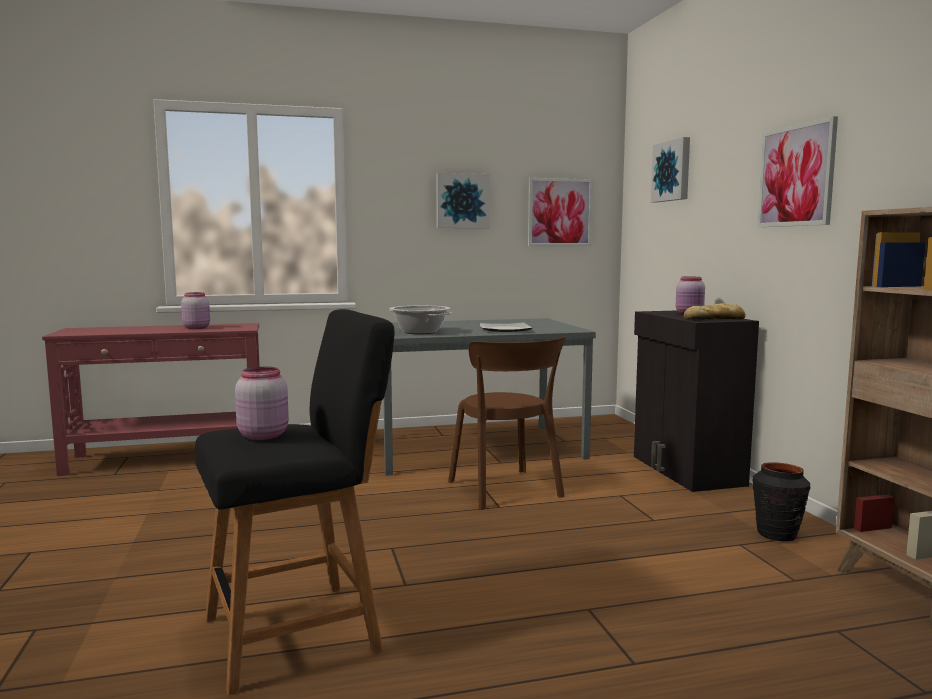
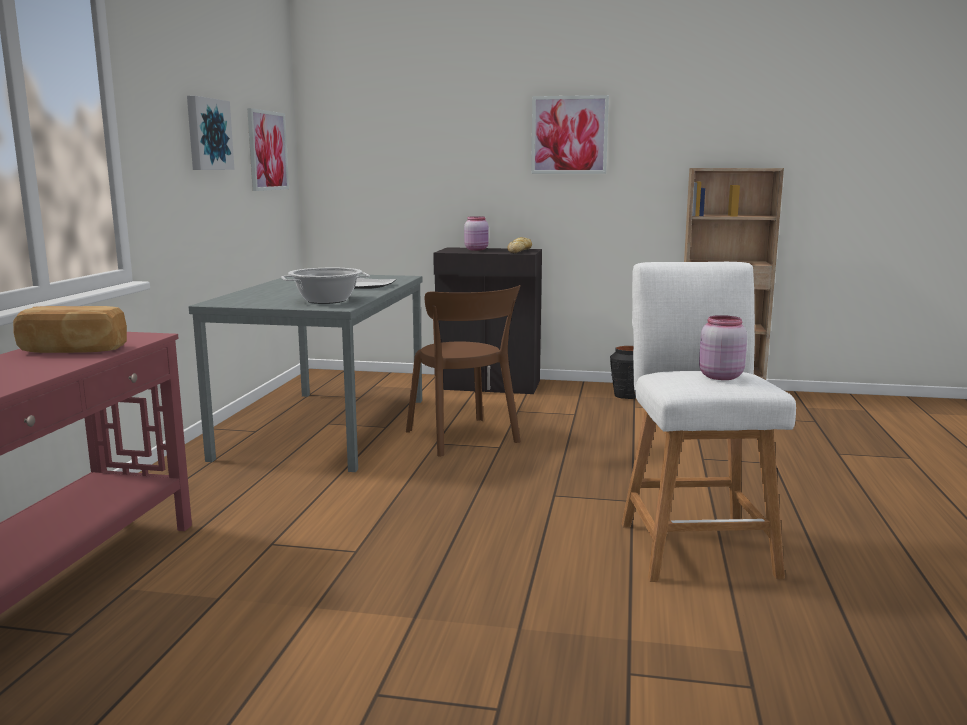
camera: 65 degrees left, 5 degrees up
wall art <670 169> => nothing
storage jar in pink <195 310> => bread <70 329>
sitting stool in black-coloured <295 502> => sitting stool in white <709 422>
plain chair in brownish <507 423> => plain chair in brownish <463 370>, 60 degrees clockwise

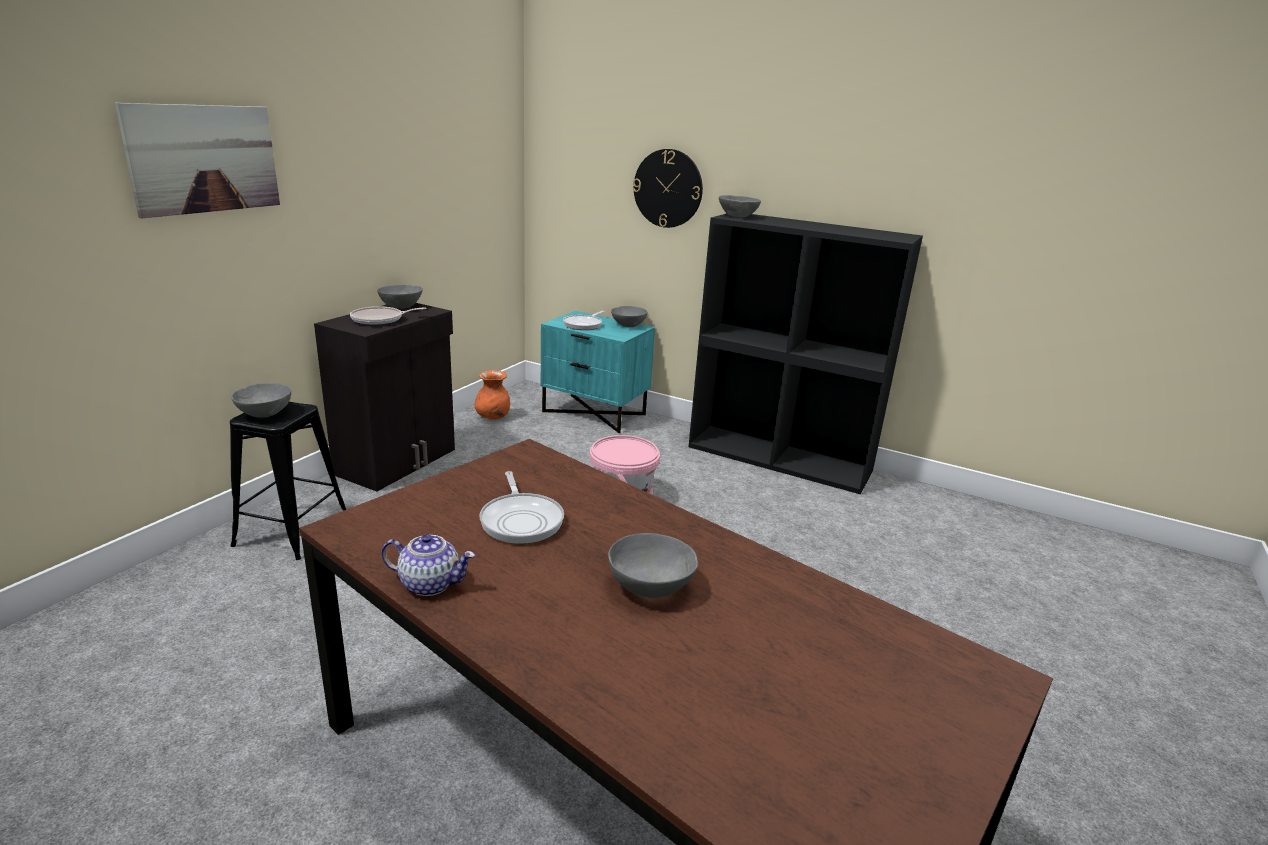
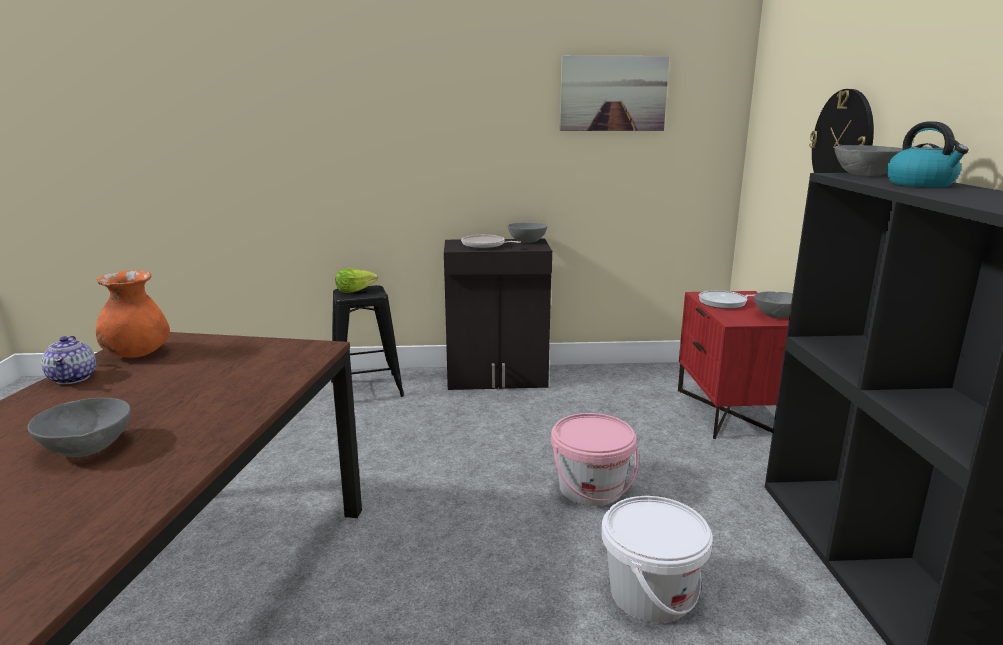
camera: 60 degrees right, 5 degrees down
wall art <197 160> => wall art <614 93>, relocated
night table in blue-green <598 372> => night table in red-coloured <733 365>
decorative vase in orangey <492 394> => decorative vase in orangey <133 313>, relocated
deep dish in grey <261 400> => lettuce head <356 280>
pan <522 507> => nothing
nothing => tea kettle <928 154>
nothing => bucket in white <657 559>

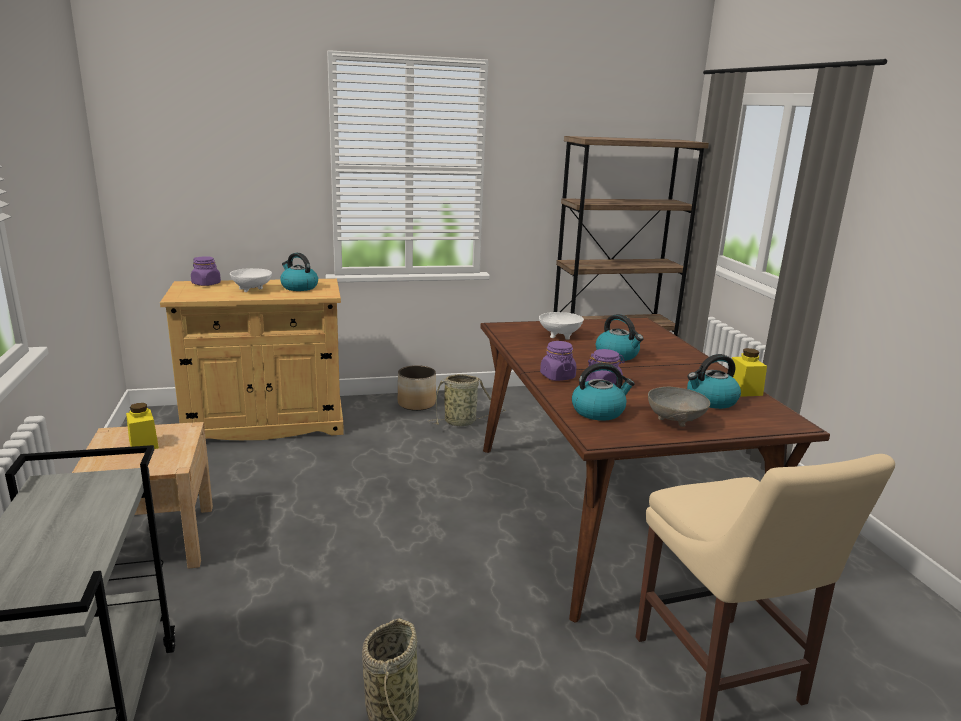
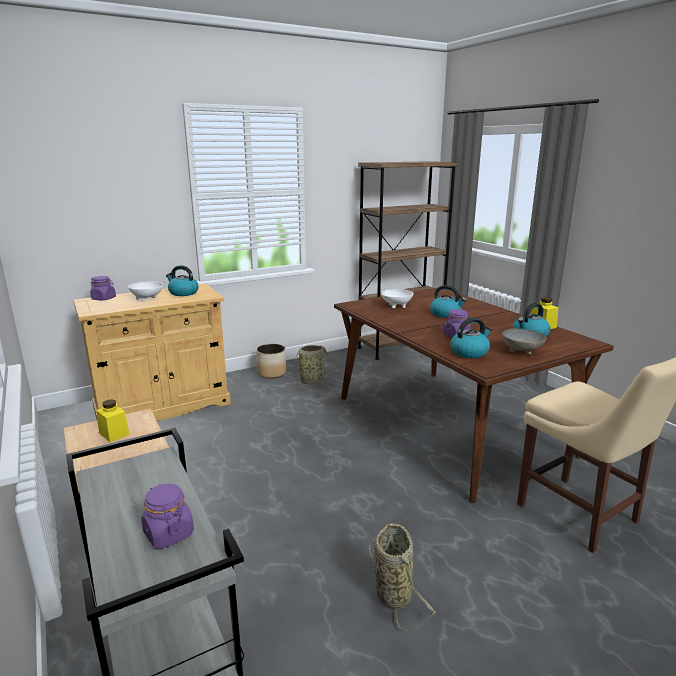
camera: 15 degrees left, 0 degrees up
storage jar in purple-coloured <558 361> => storage jar in purple-coloured <167 516>, relocated

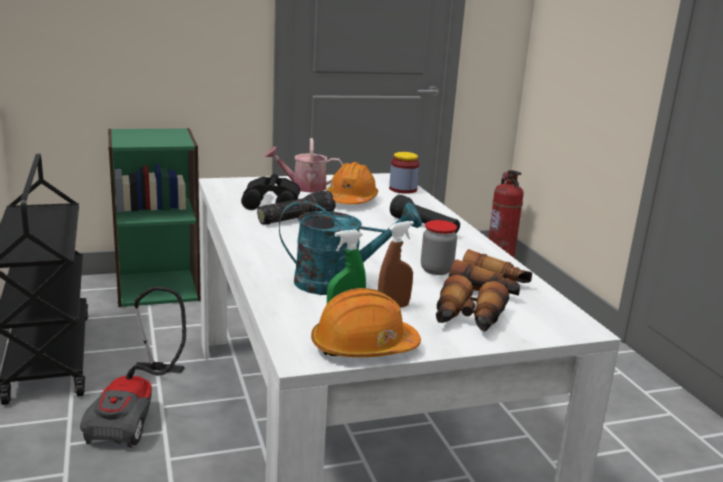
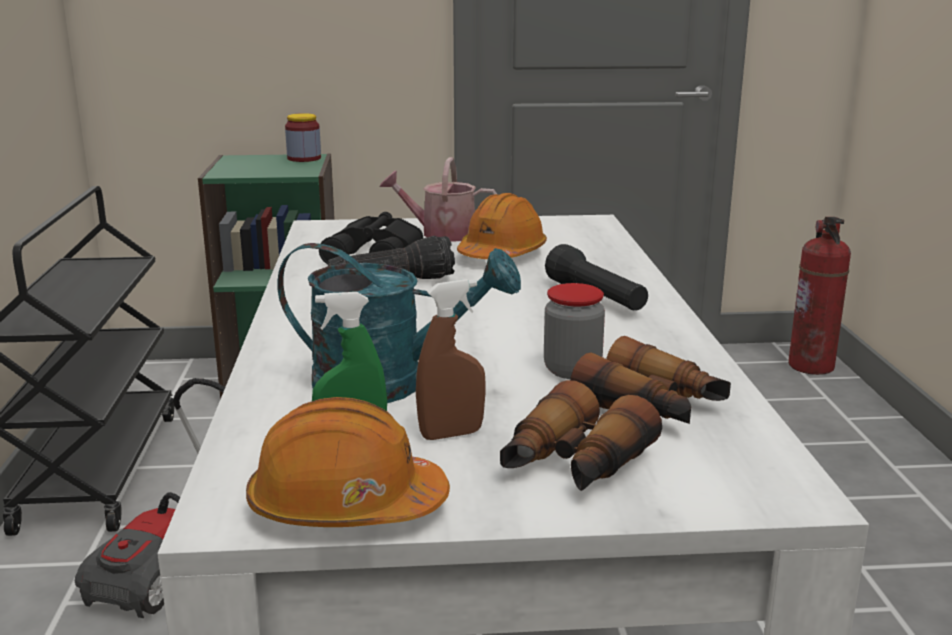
camera: 15 degrees right, 0 degrees up
storage jar <404 173> => storage jar <303 137>, relocated

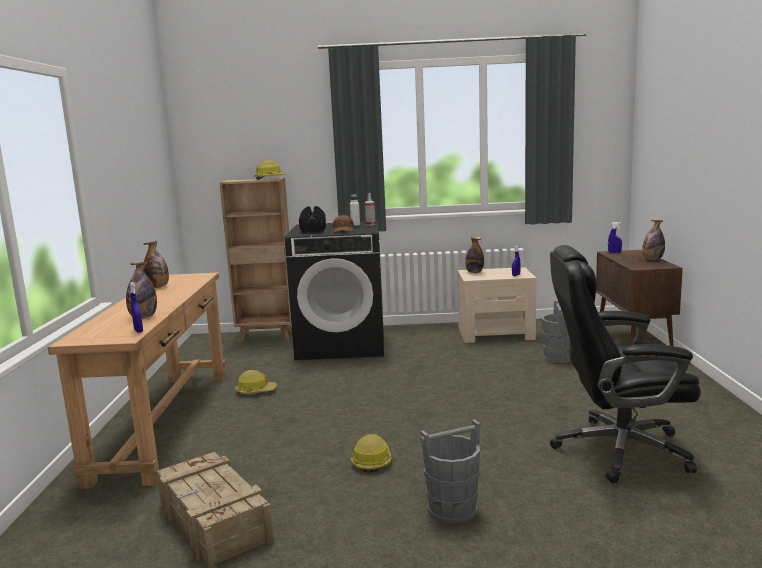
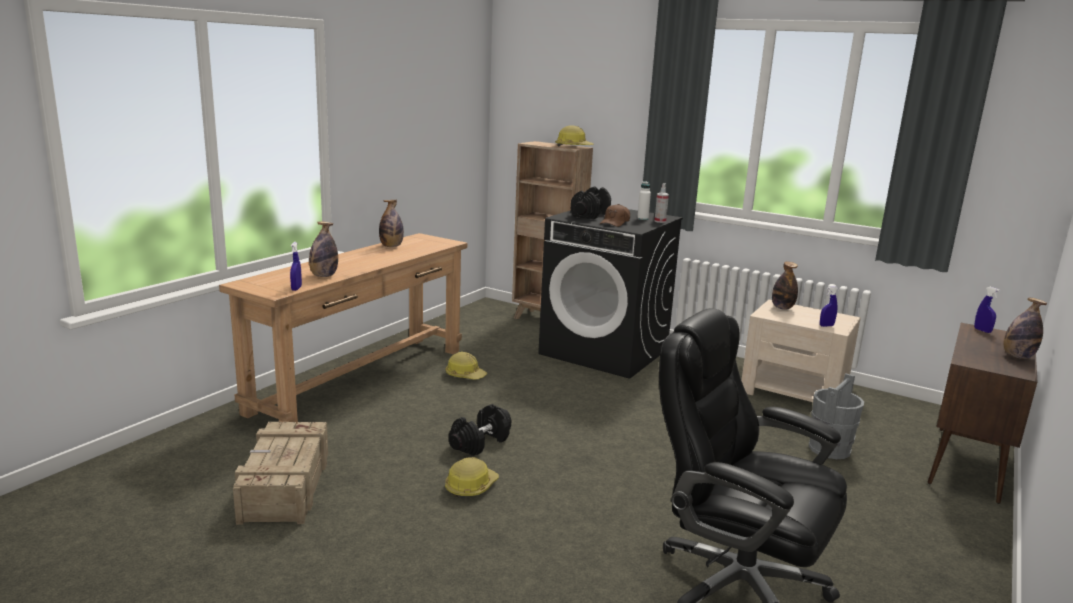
camera: 30 degrees right, 5 degrees up
bucket in grey <450 471> => nothing
nothing => dumbbell in black-coloured <480 430>

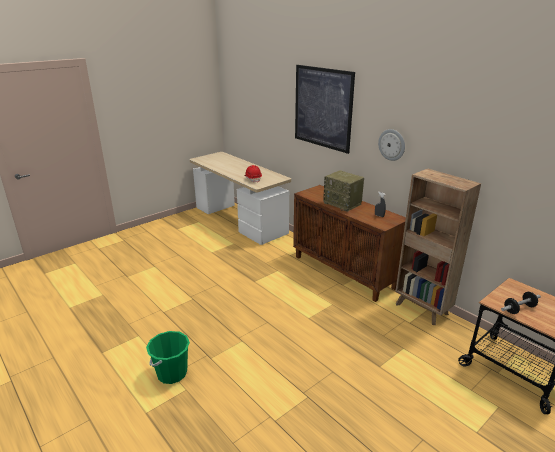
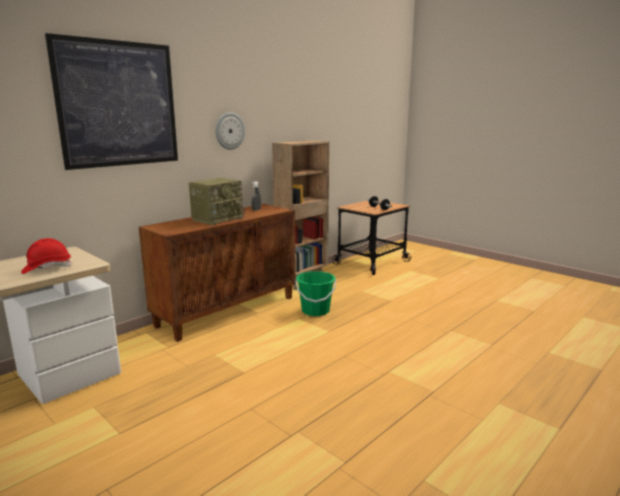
camera: 95 degrees left, 10 degrees down
bucket in green-coloured <168 357> => bucket in green-coloured <316 293>, relocated

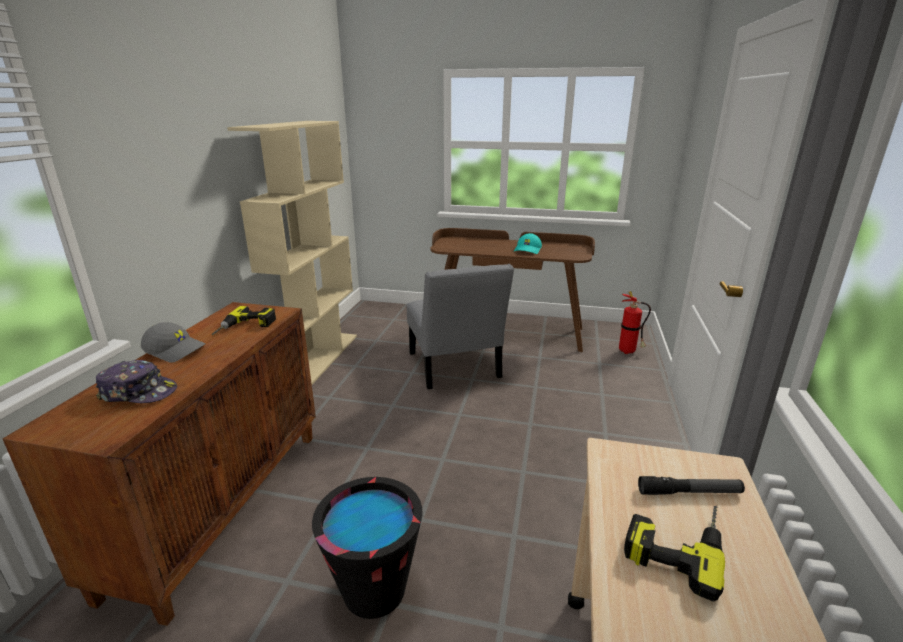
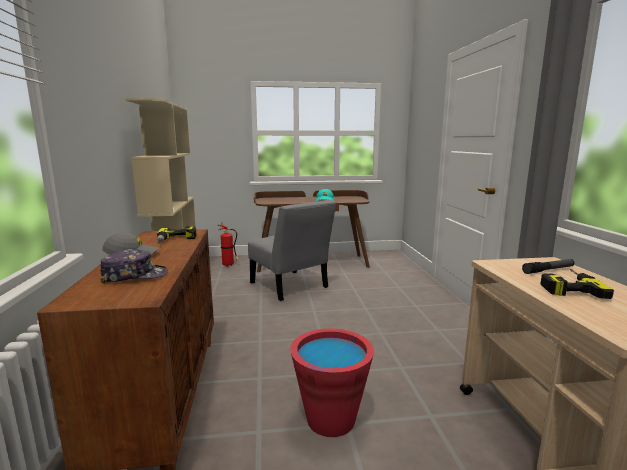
camera: 20 degrees left, 10 degrees down
fire-fighting cylinder <635 322> => fire-fighting cylinder <228 244>, relocated
bucket in black-coloured <367 548> => bucket in red-coloured <332 382>

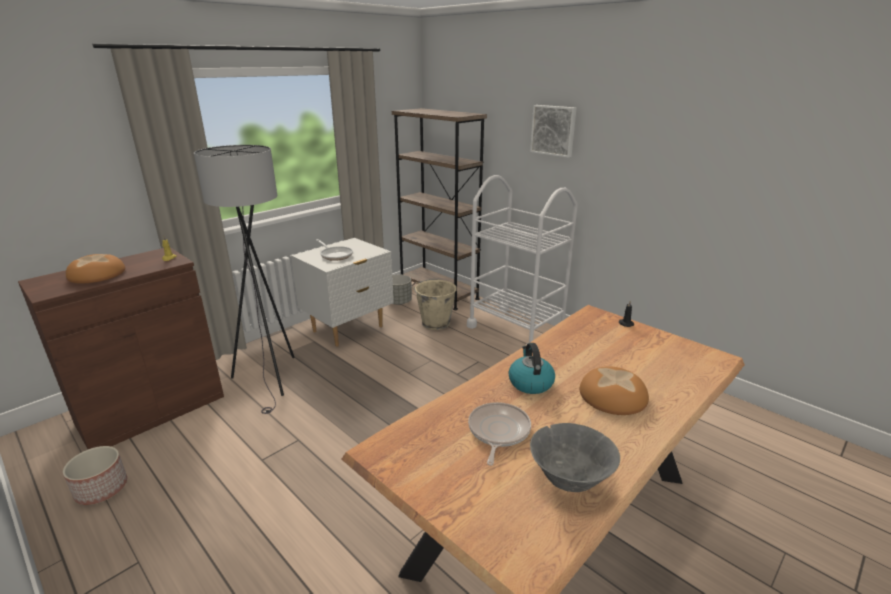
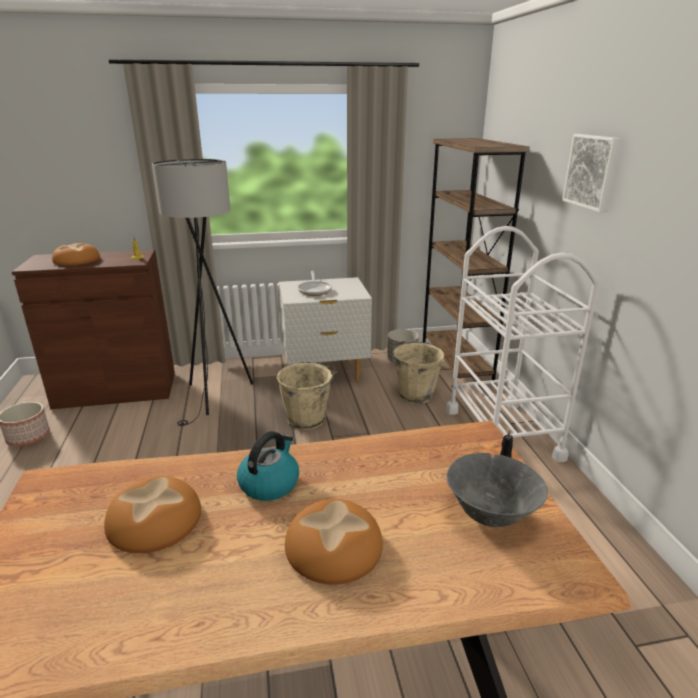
camera: 35 degrees right, 0 degrees up
pan <499 433> => bread <152 514>
deep dish in grey <575 457> => deep dish in grey <497 490>, relocated
nothing => bucket in sand-coloured <306 396>

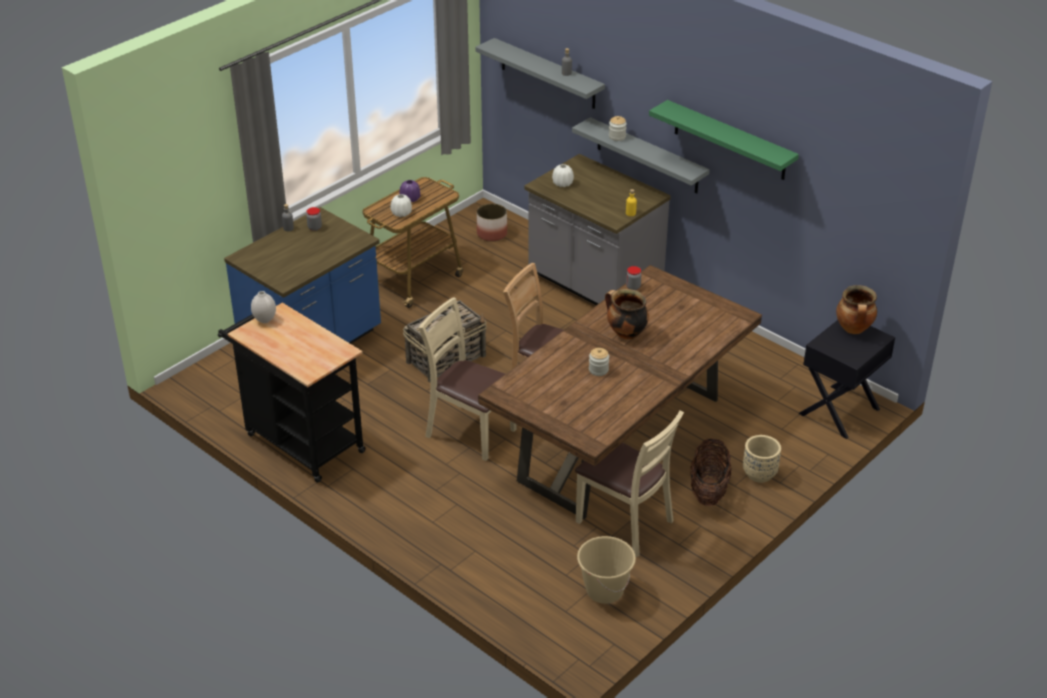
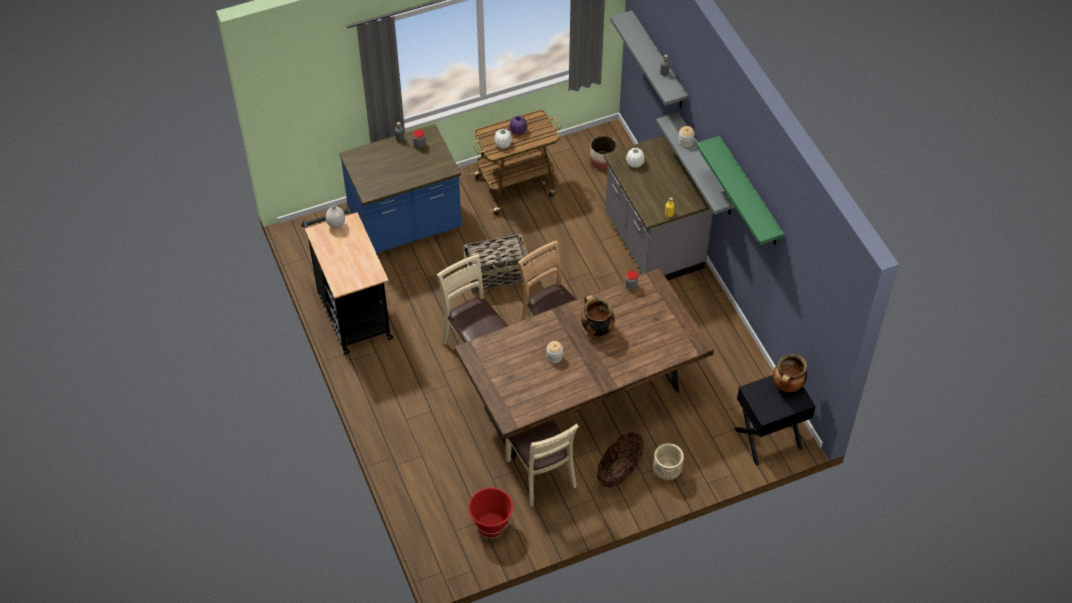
camera: 25 degrees right, 15 degrees up
bucket in sand-coloured <606 570> => bucket in red-coloured <490 512>

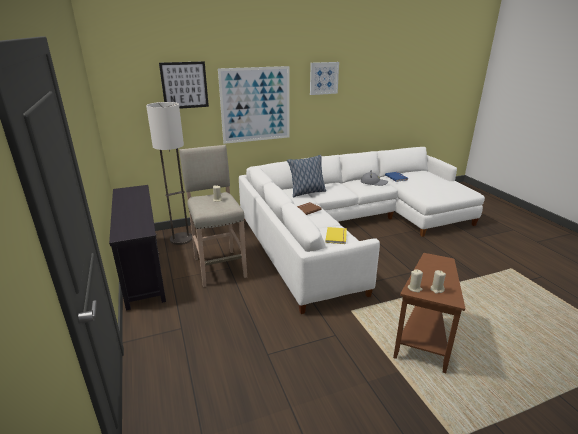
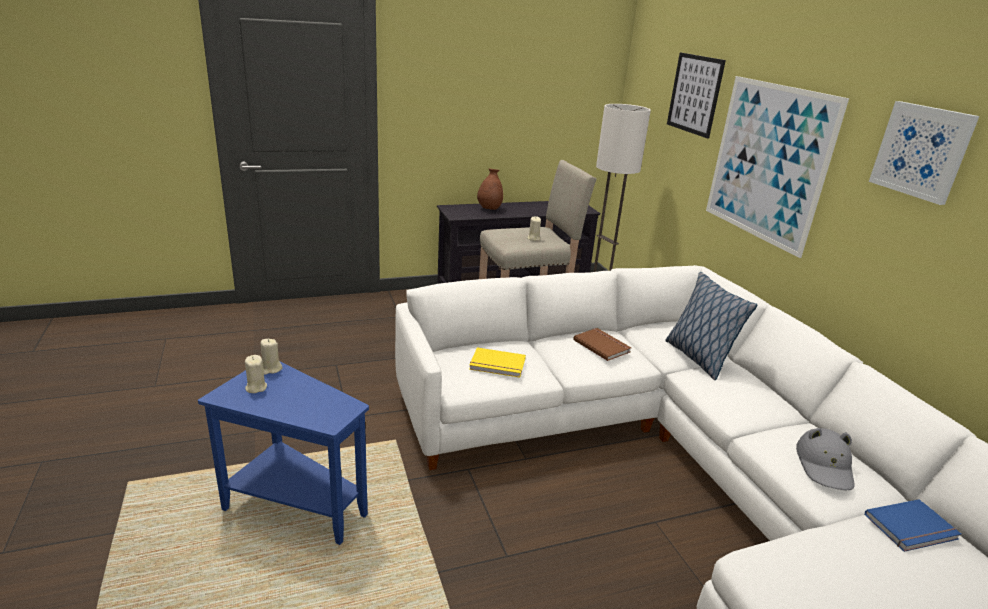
camera: 90 degrees right, 0 degrees up
end table in brownish <429 313> => end table in blue <283 453>
nothing => decorative vase in brownish <490 189>

